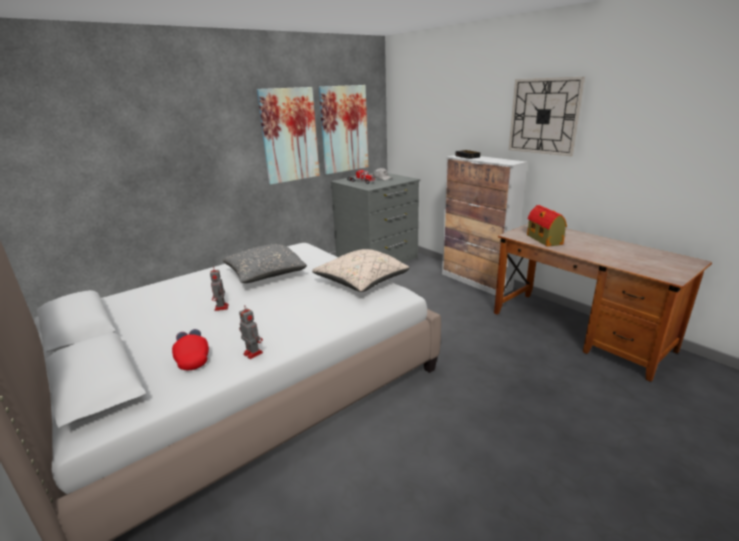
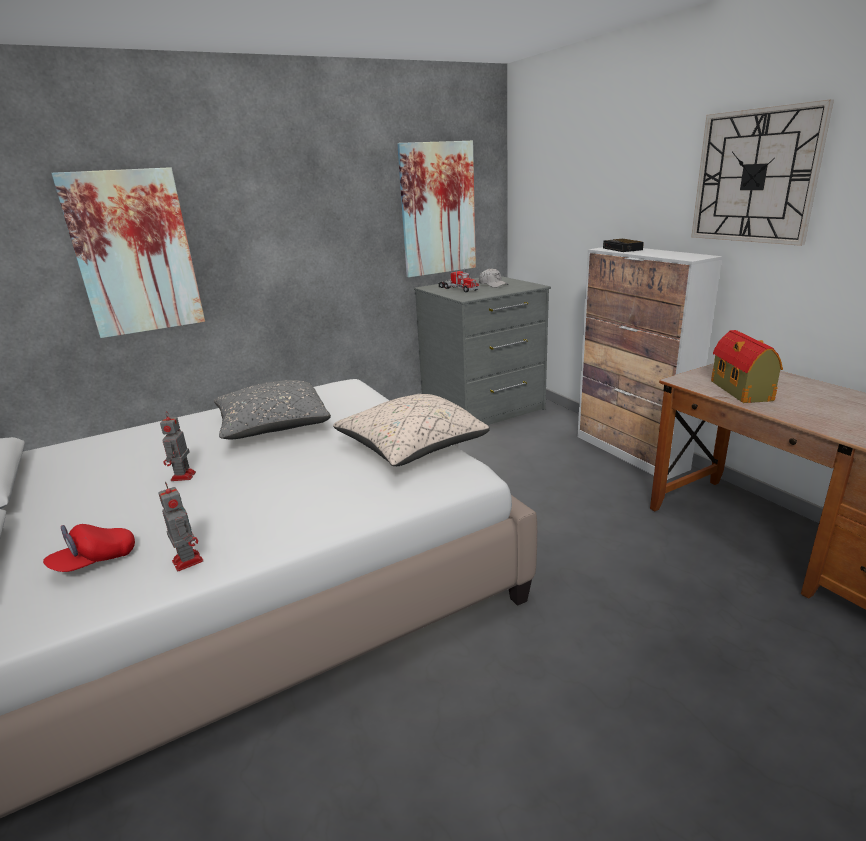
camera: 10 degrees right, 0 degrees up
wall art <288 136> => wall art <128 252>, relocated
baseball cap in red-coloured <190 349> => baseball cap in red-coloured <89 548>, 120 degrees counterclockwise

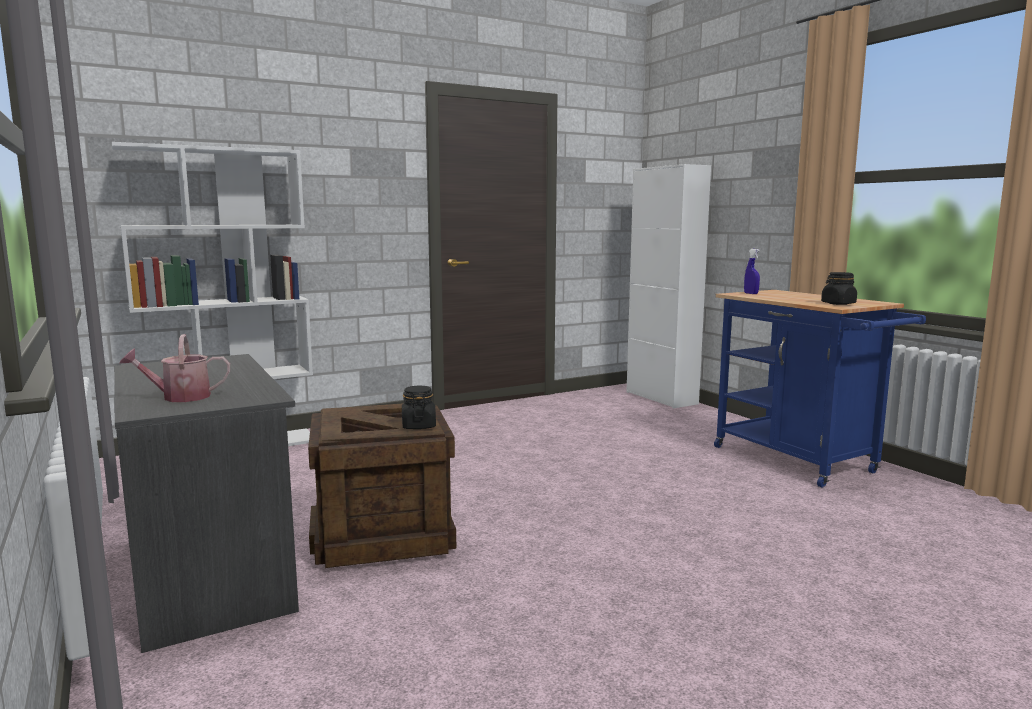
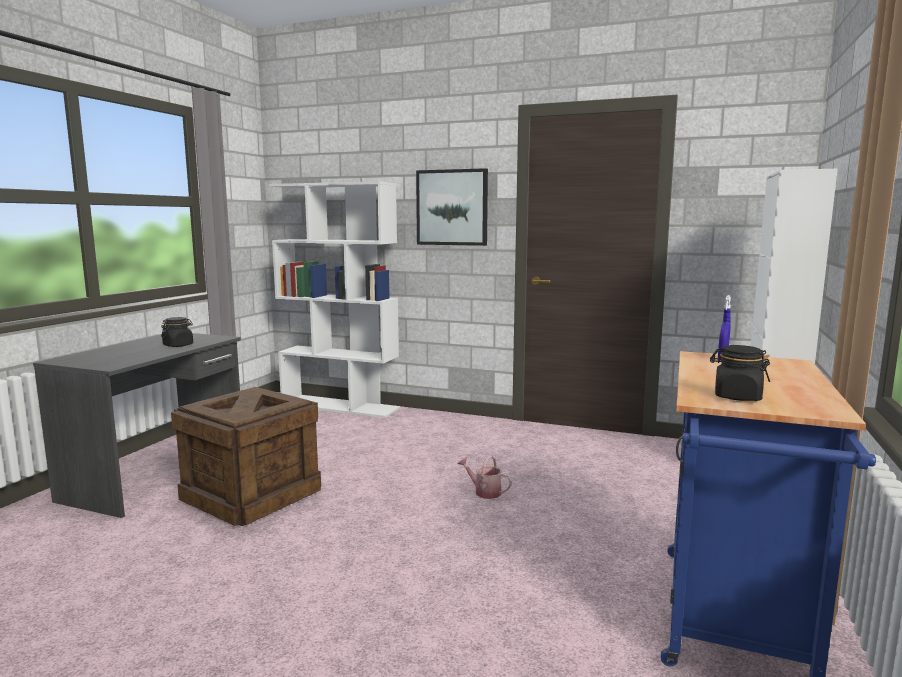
camera: 50 degrees right, 0 degrees up
watering can <174 368> => watering can <485 477>, relocated
storage jar in black-coloured <419 407> => storage jar in black-coloured <177 332>, relocated
nothing => wall art <452 207>

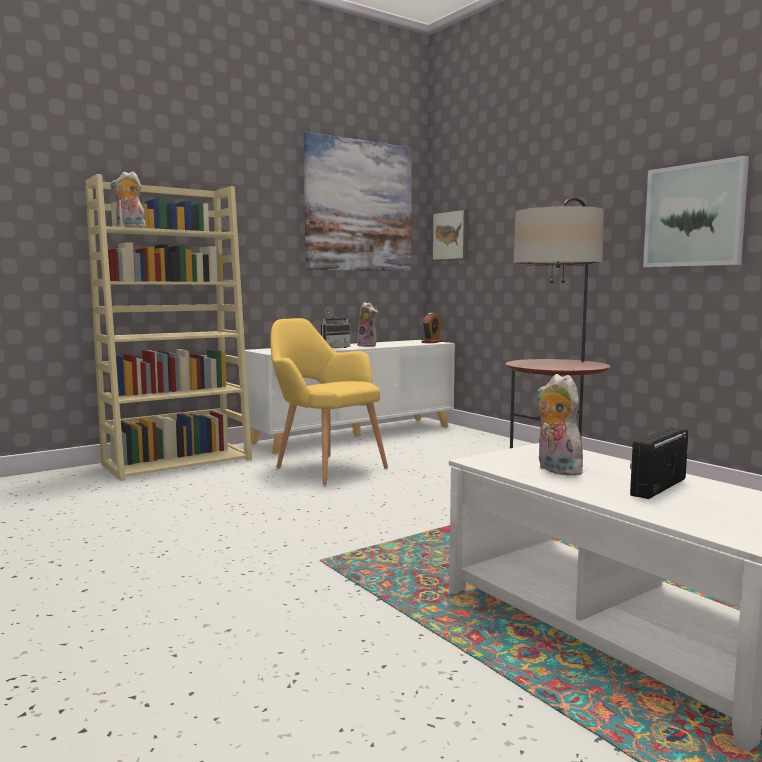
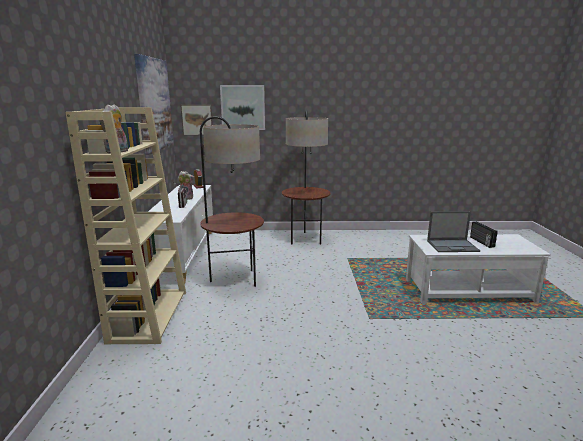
camera: 55 degrees left, 10 degrees up
wall art <696 211> => wall art <242 107>, relocated
armchair in yellowish <329 401> => standing lamp <232 201>
cuddly toy <559 425> => notebook computer <453 231>

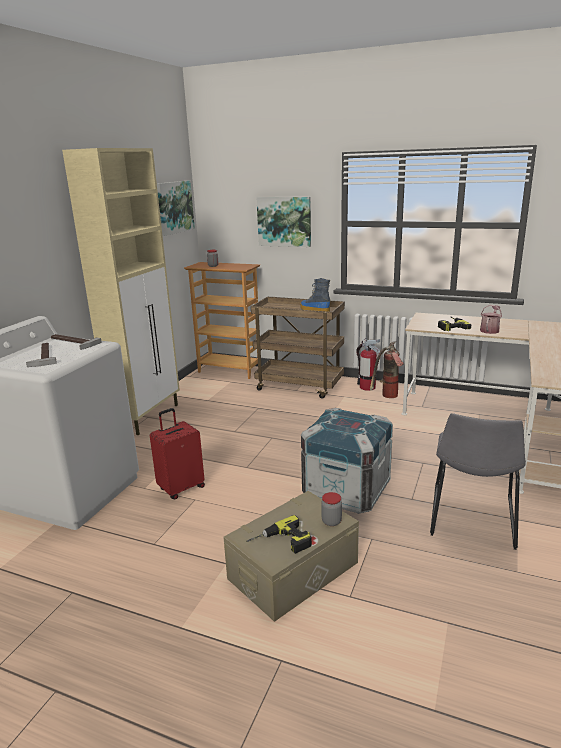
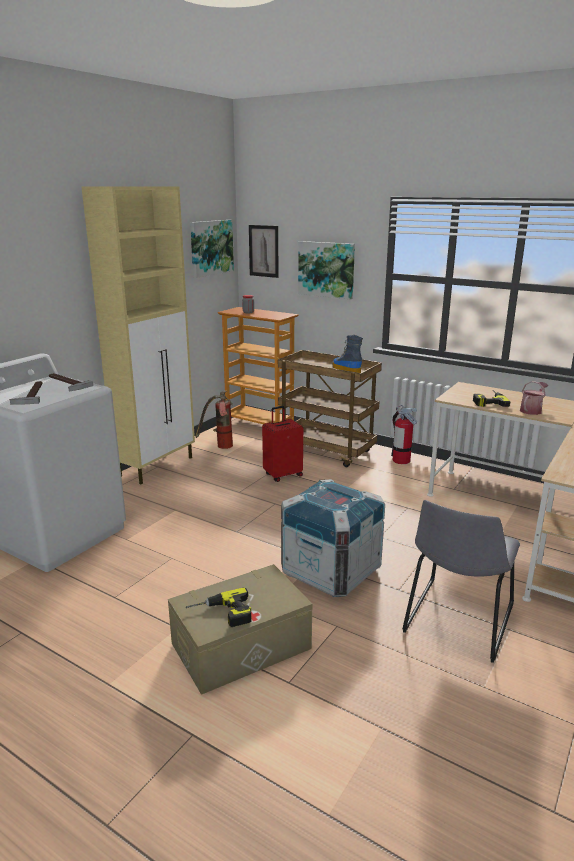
camera: 10 degrees right, 0 degrees up
fire-fighting cylinder <387 369> => fire-fighting cylinder <214 420>, relocated
suitcase in red-coloured <177 453> => suitcase in red-coloured <282 444>, relocated
storage jar <331 509> => nothing
nothing => wall art <263 251>

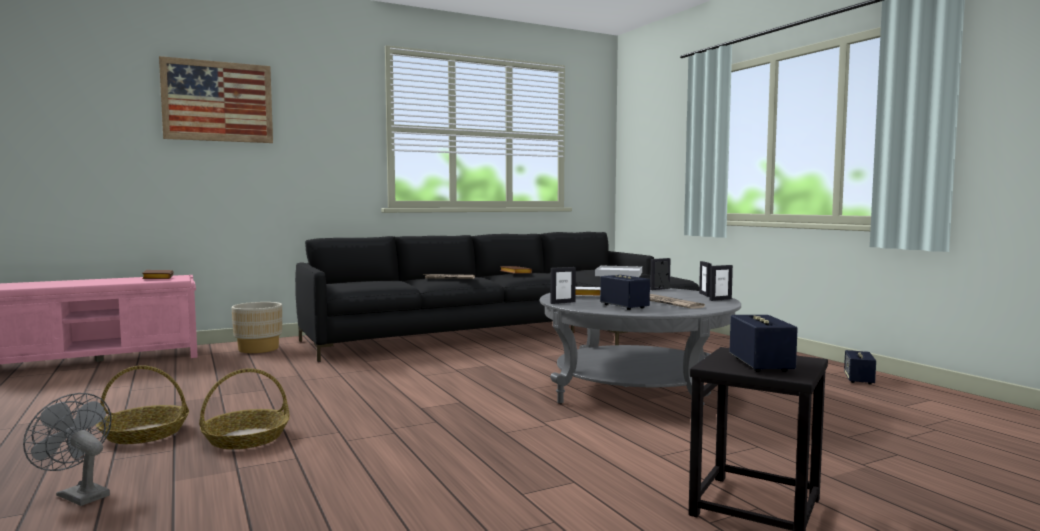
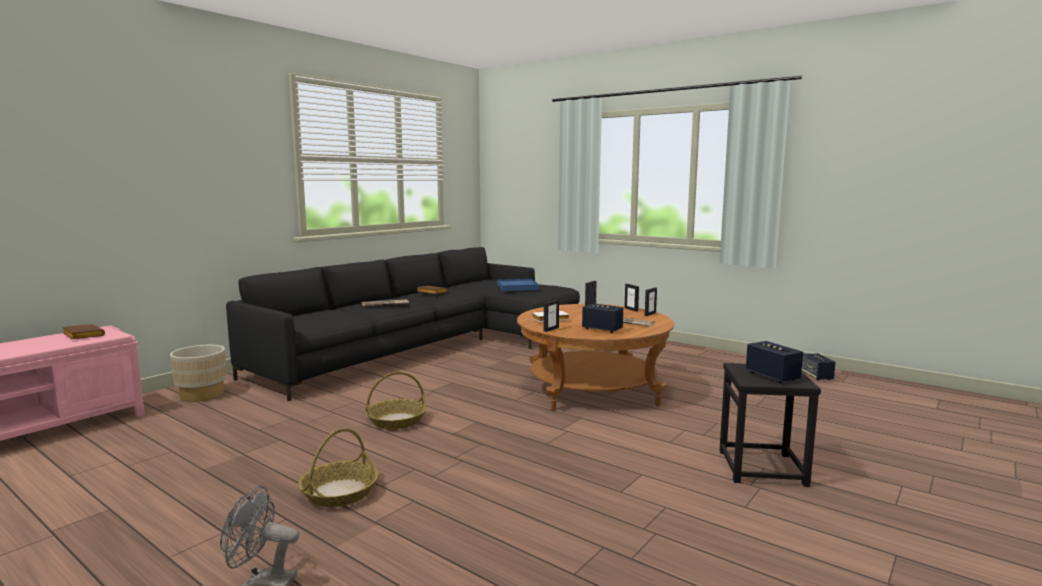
camera: 25 degrees left, 5 degrees up
wall art <216 99> => nothing
tray in white <618 271> => tray in blue <518 285>
lounge table in grey <640 346> => lounge table in brownish <595 357>
audio speaker <860 367> => audio speaker <819 367>, relocated
storage basket <142 404> => storage basket <396 400>, relocated

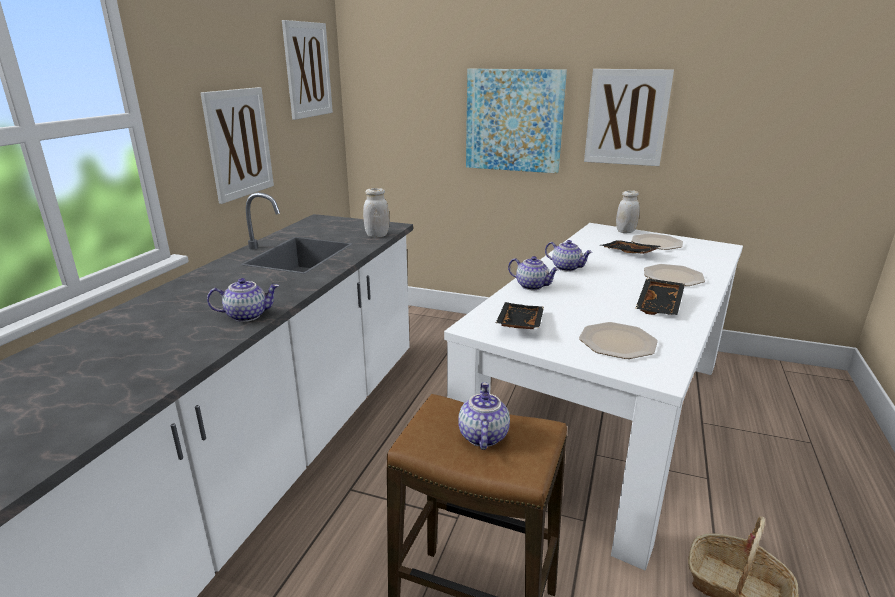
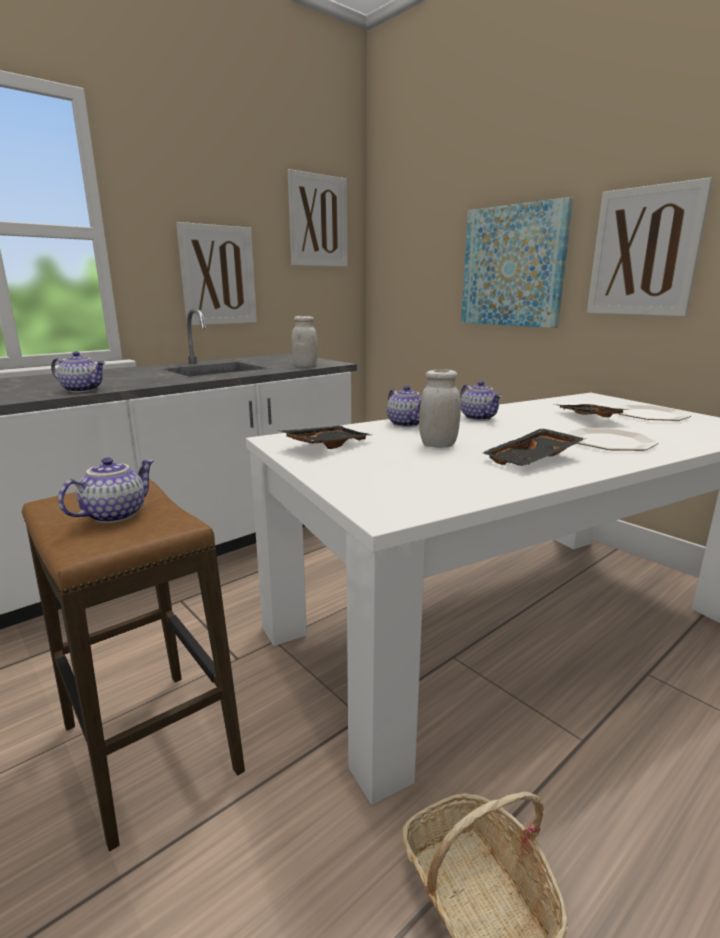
camera: 30 degrees right, 5 degrees down
storage jar in white <628 211> => storage jar in white <440 409>, relocated
plate <618 340> => nothing

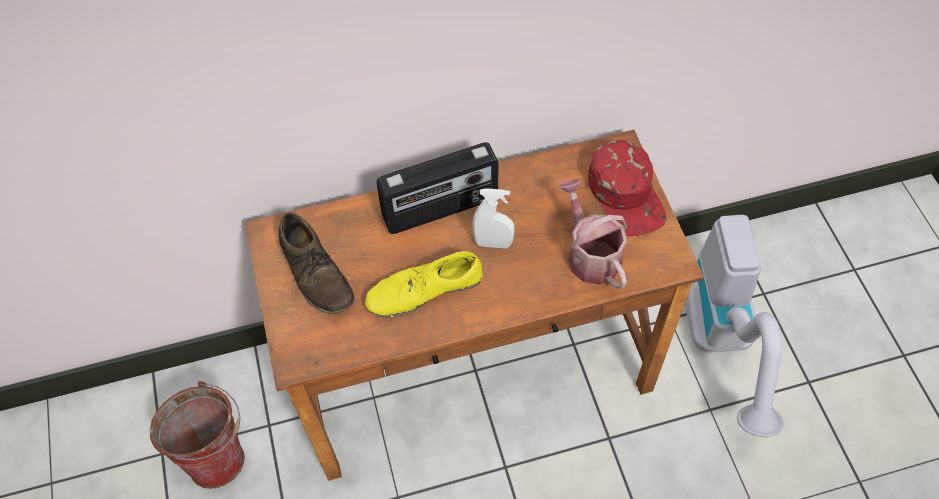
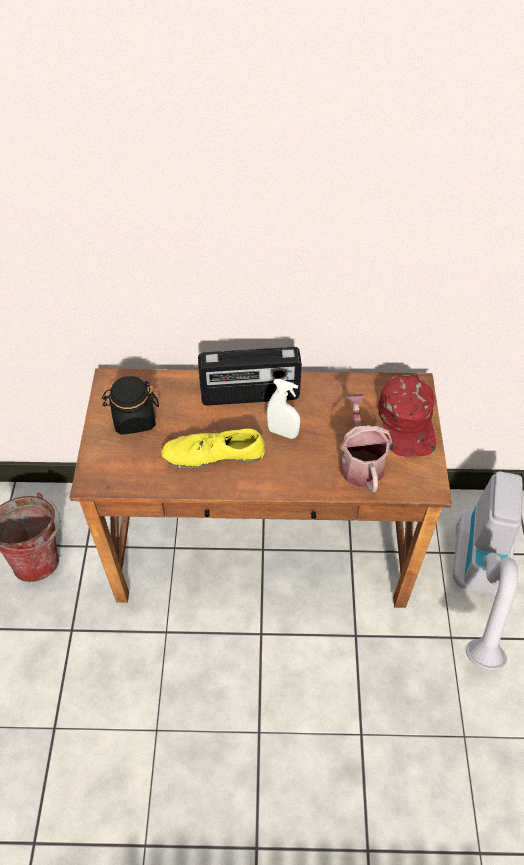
camera: 15 degrees right, 5 degrees down
shoe in brownish <316 263> => storage jar in black-coloured <130 405>

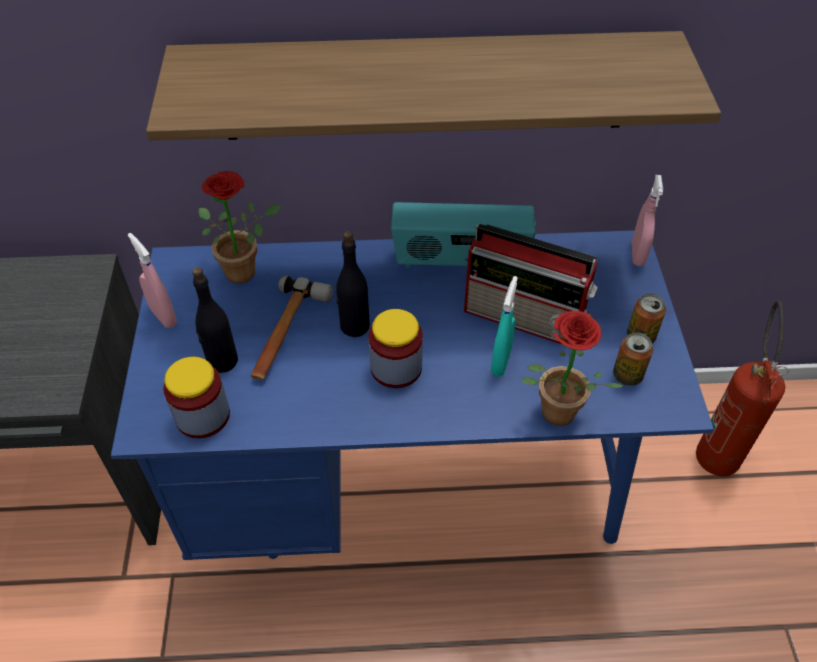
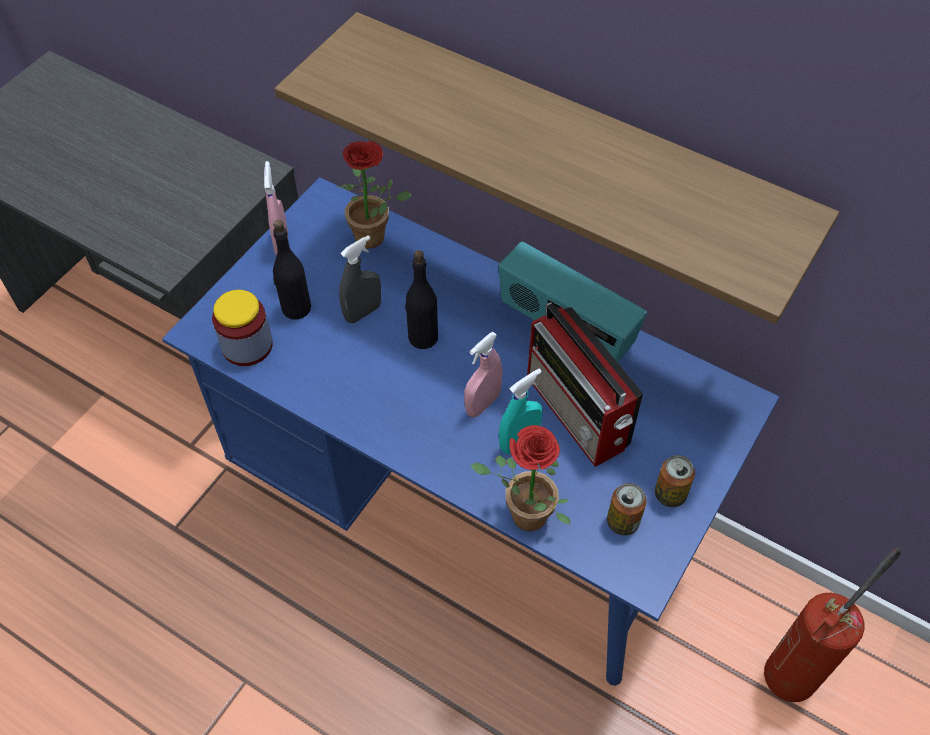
camera: 35 degrees right, 5 degrees up
sprayer in pink <647 220> => sprayer in pink <483 374>, relocated
hammer <292 328> => sprayer in grey <360 279>
storage jar <396 348> => nothing

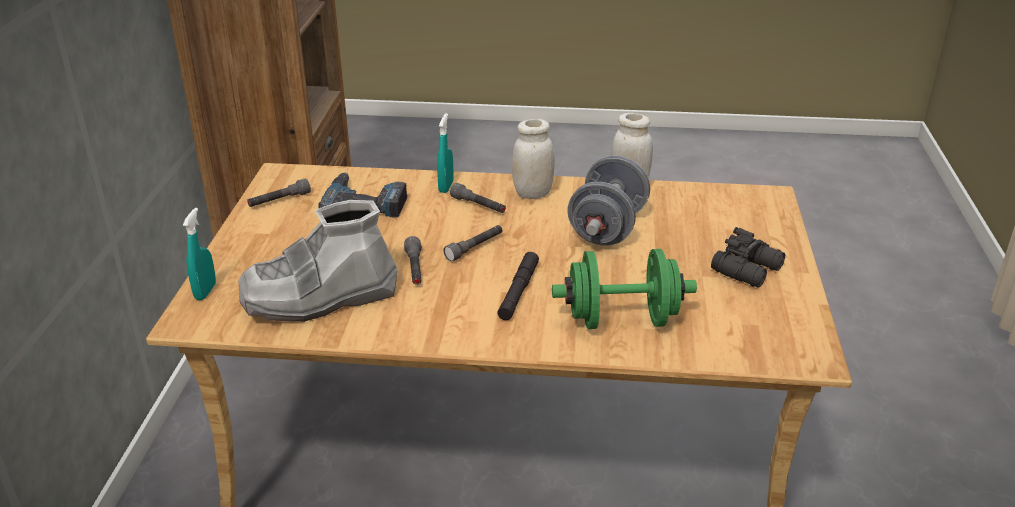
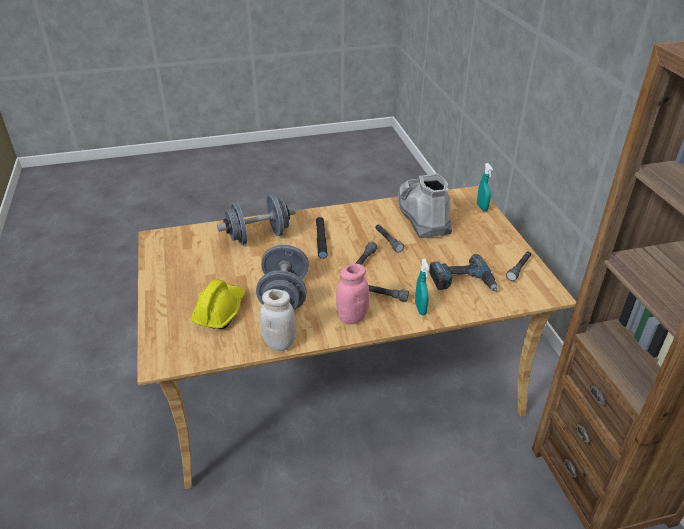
camera: 160 degrees right, 5 degrees up
storage jar in white <533 159> => storage jar in pink <352 294>
boot in grey <318 261> => boot in grey <425 206>, 60 degrees counterclockwise
binoculars in black-coloured <748 257> => nothing
dumbbell in green-coloured <624 289> => dumbbell in grey <256 219>
nothing => work helmet in yellowish <218 304>

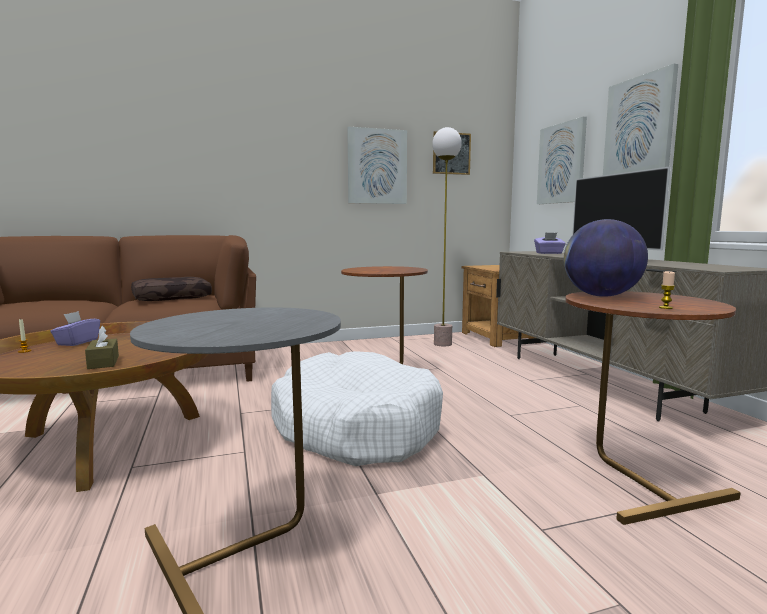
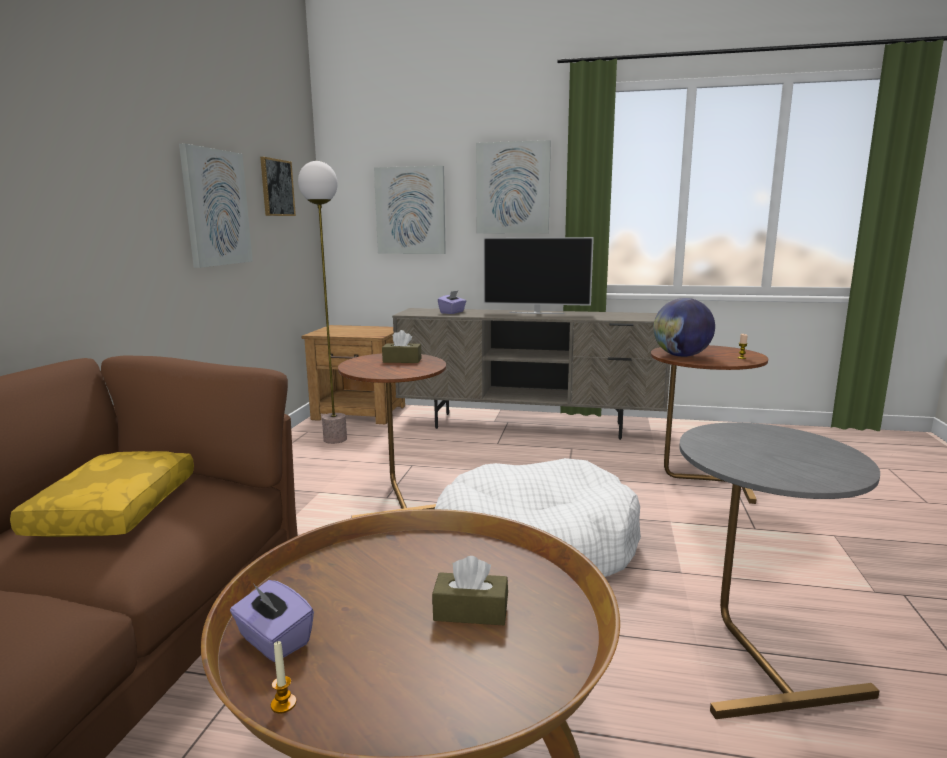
camera: 60 degrees left, 5 degrees up
pillow in brownish <171 289> => pillow in yellowish <102 494>
nothing => tissue box in brownish <401 346>

